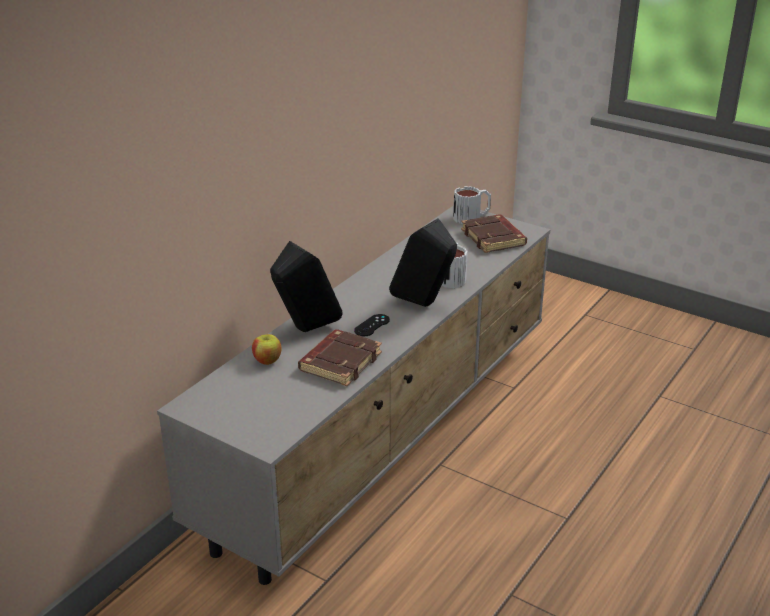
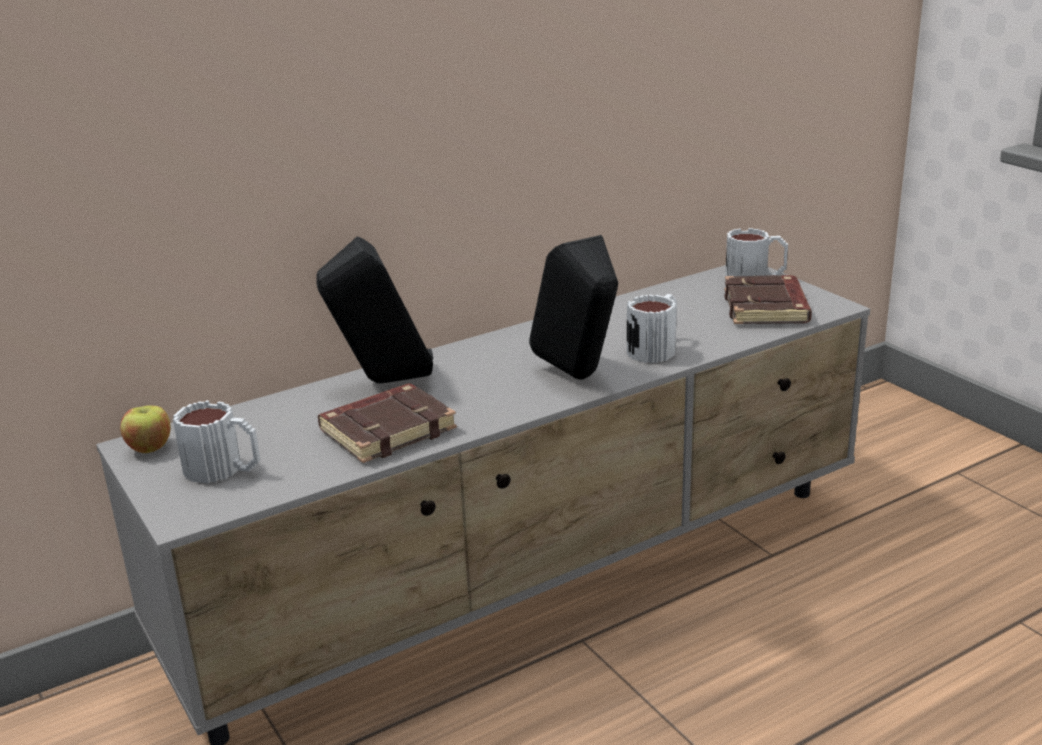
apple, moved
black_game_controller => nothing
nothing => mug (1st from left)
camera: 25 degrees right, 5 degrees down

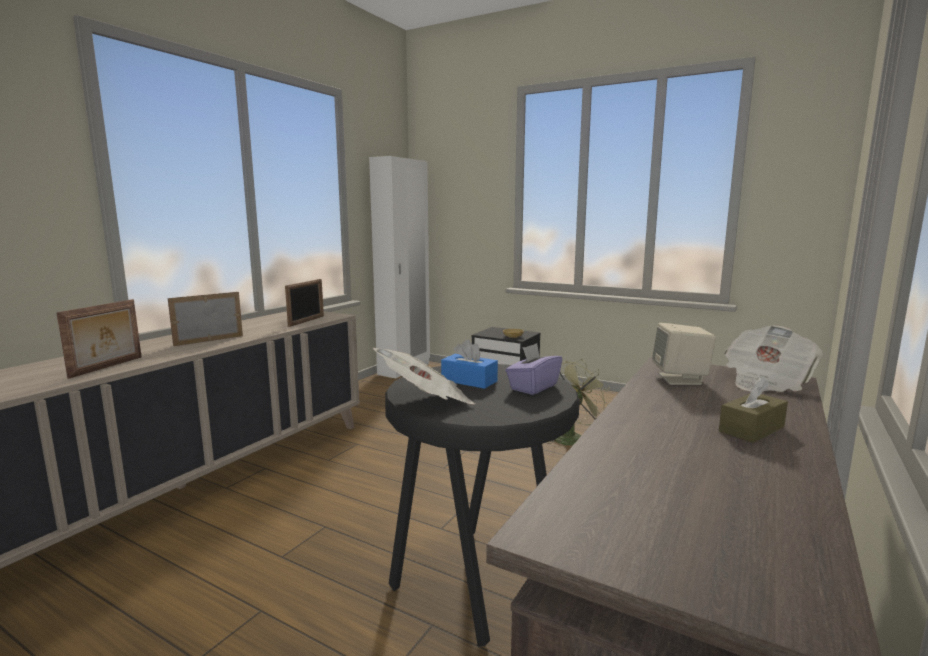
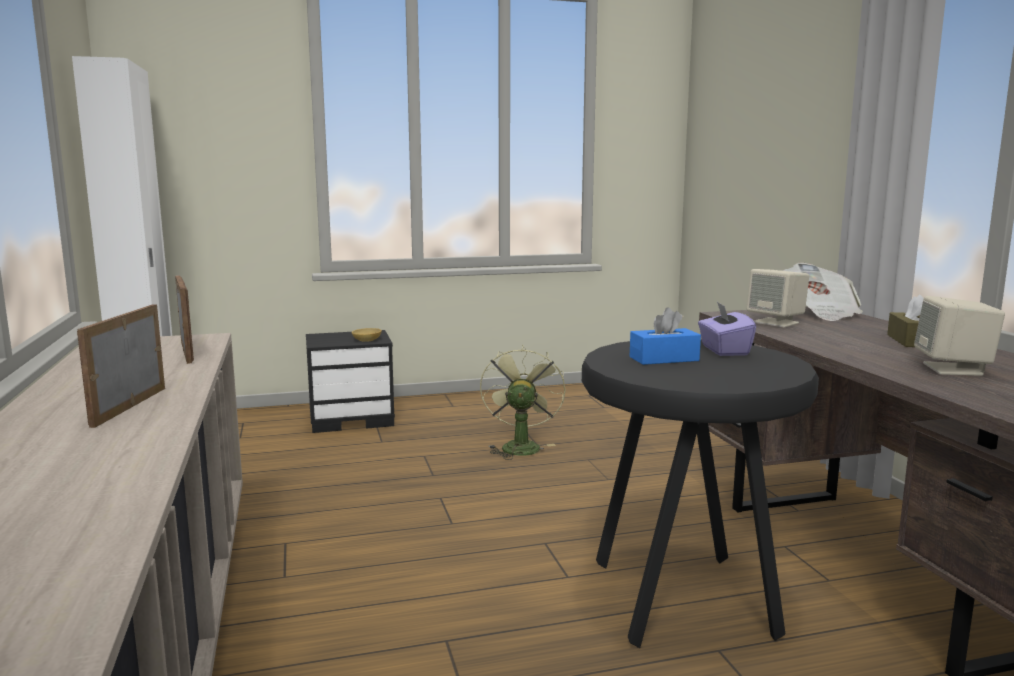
picture_frame (1st from left) => nothing
newspaper (1st from left) => nothing
nothing => beige_speaker (2nd from left)
camera: 45 degrees left, 0 degrees up

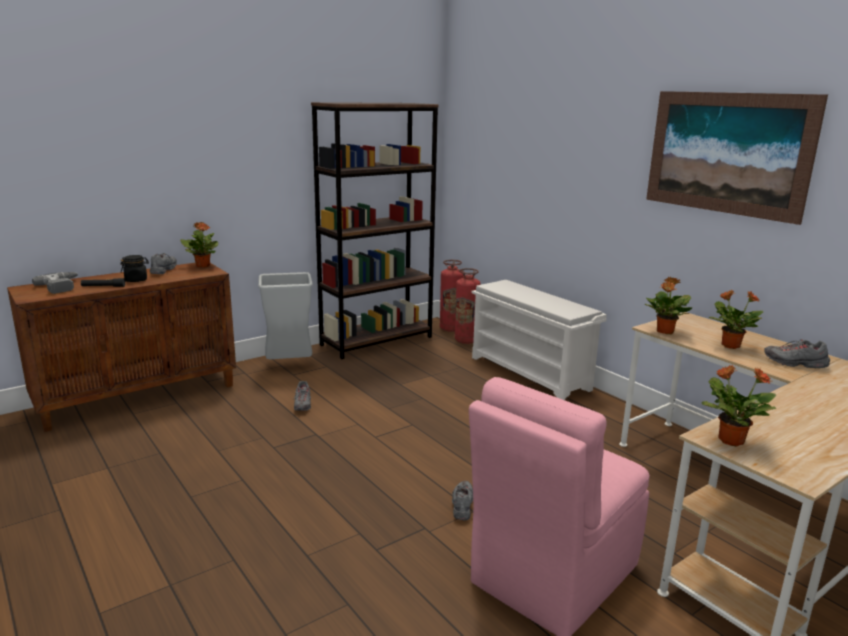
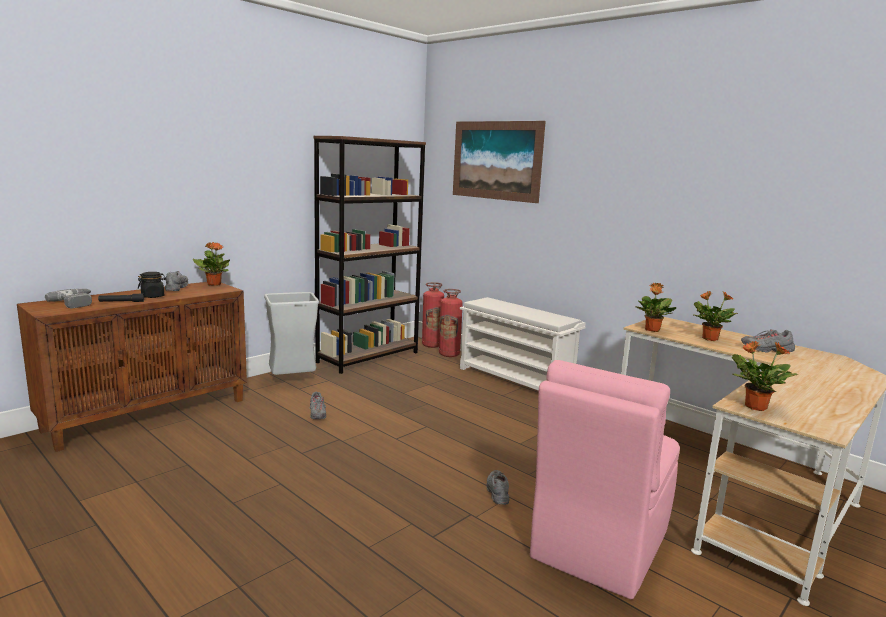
picture, moved
camera: 10 degrees left, 5 degrees down

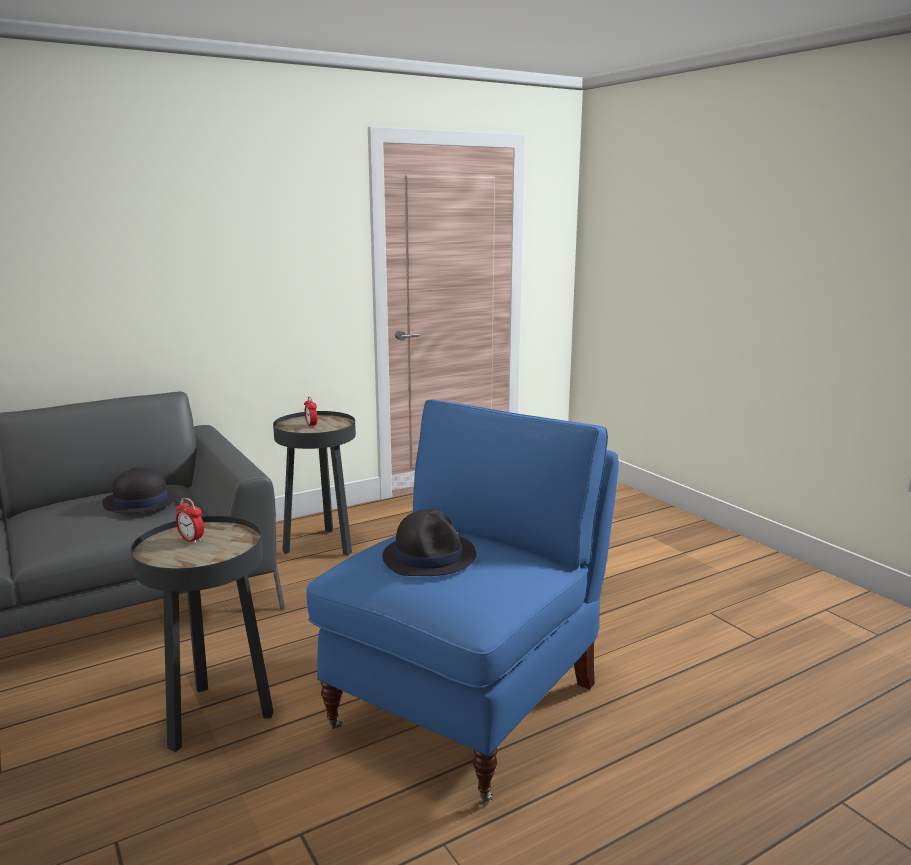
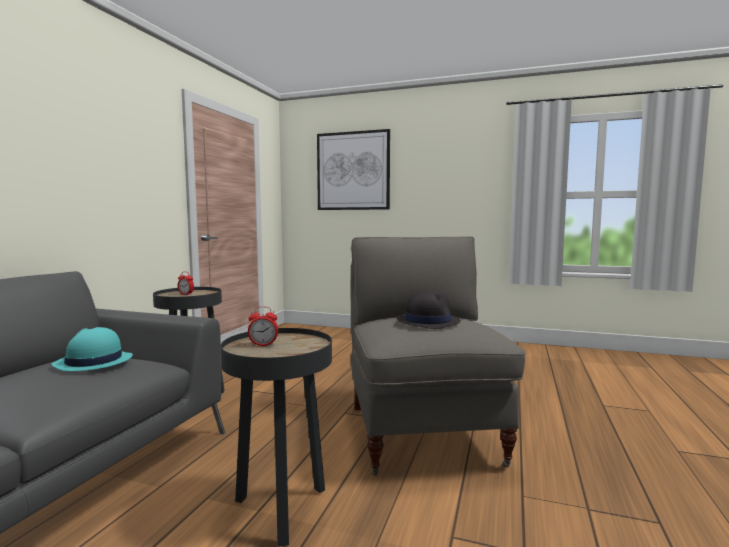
black_hat (1st from left) => turquoise_hat
blue_armchair => grey_armchair
nothing => picture
camera: 40 degrees left, 10 degrees down

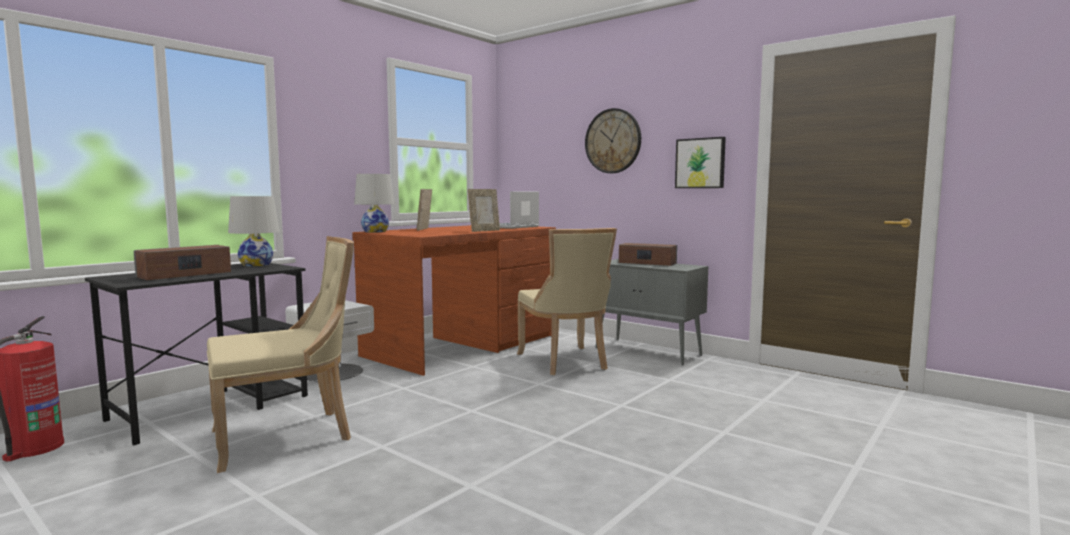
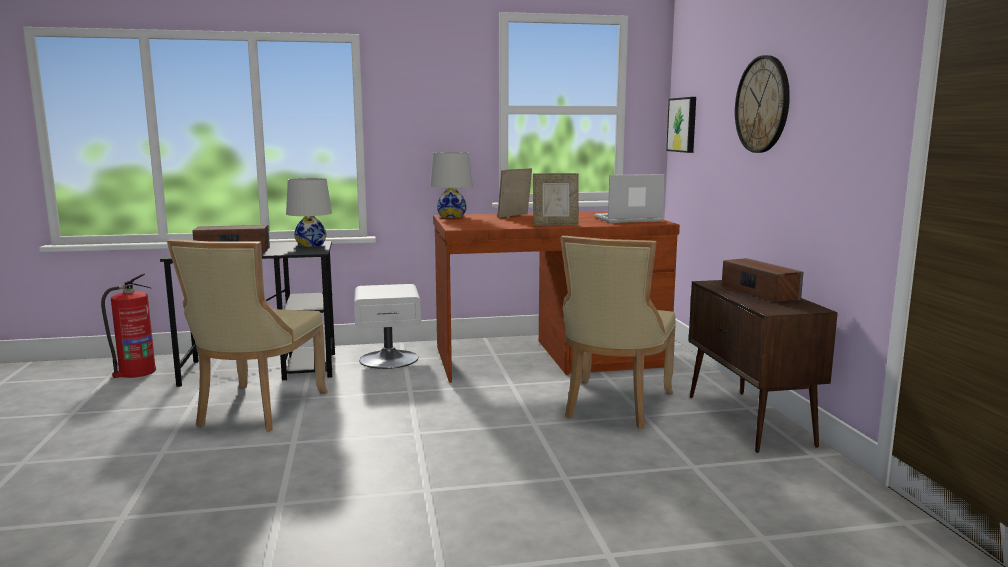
beige_chair (1st from left), 90 degrees clockwise
grey_cabinet => brown_cabinet
picture, moved
camera: 40 degrees right, 5 degrees up

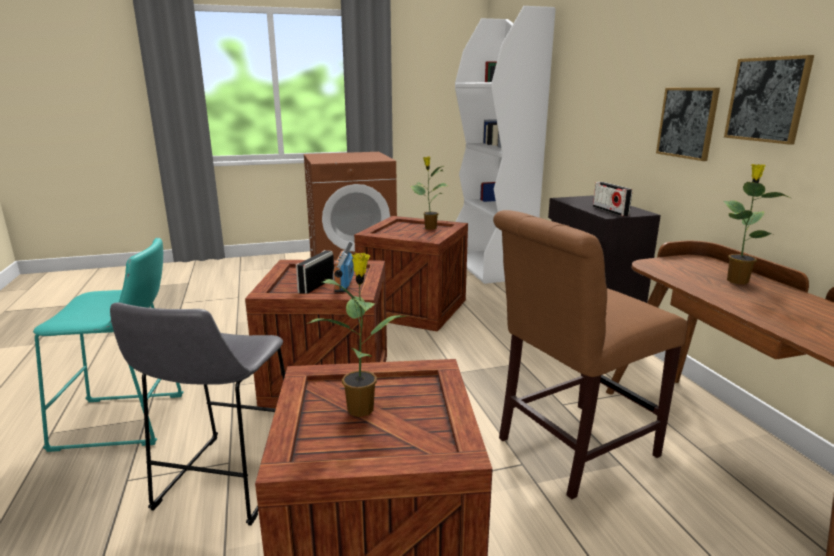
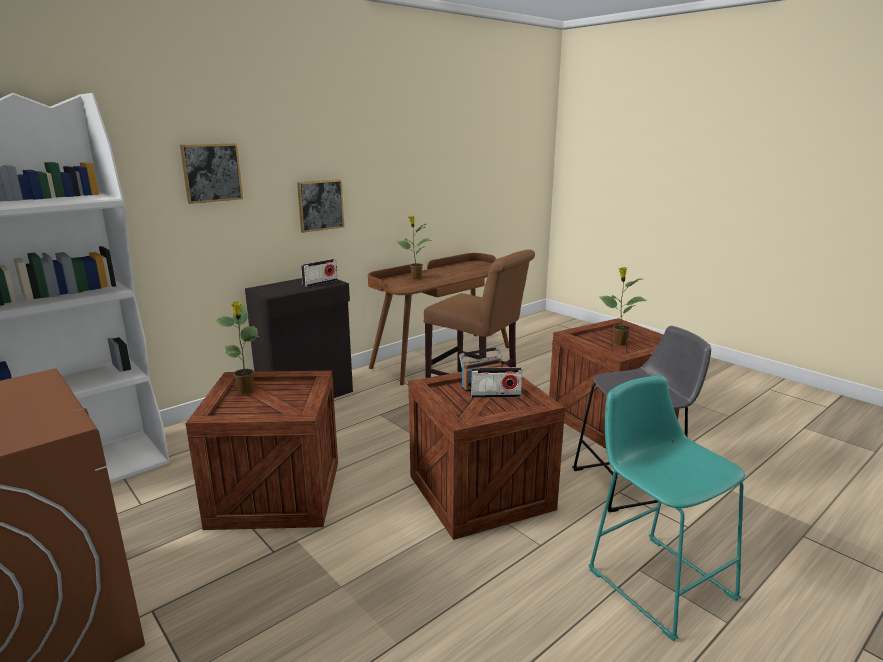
picture (2nd from left in the first image) => picture (1st from left), moved
camera: 115 degrees left, 0 degrees up

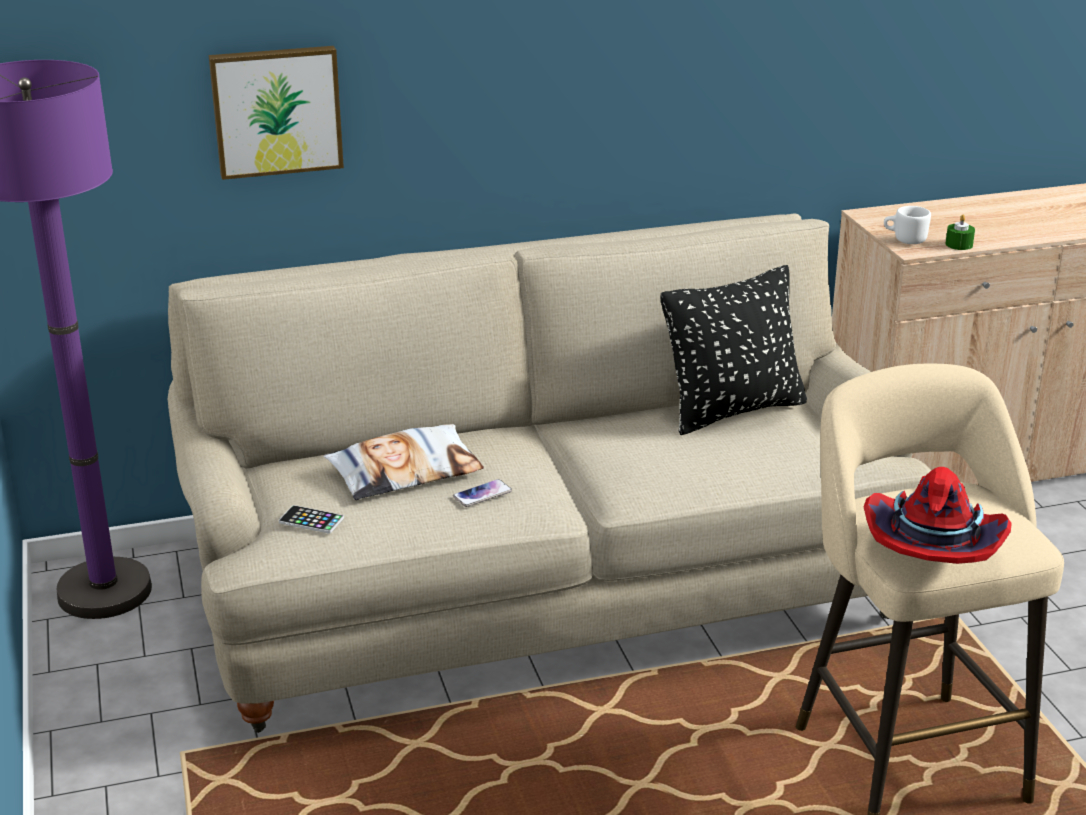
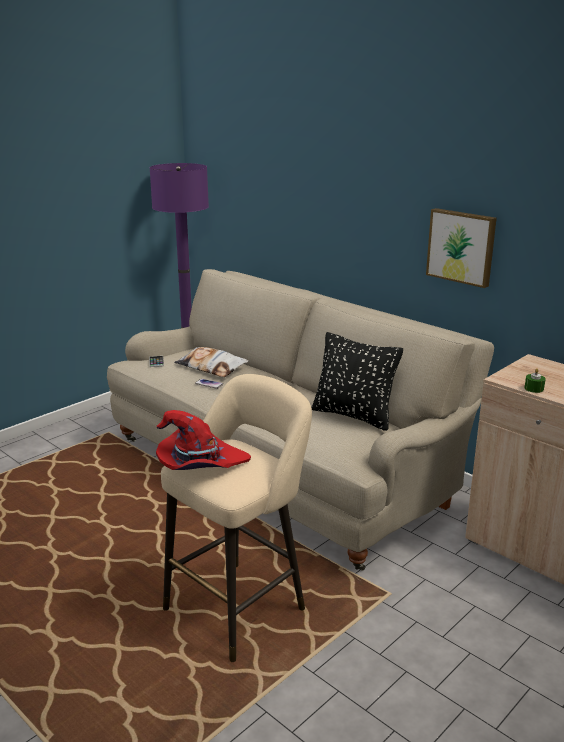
picture, moved
white_mug => nothing
camera: 60 degrees right, 5 degrees down

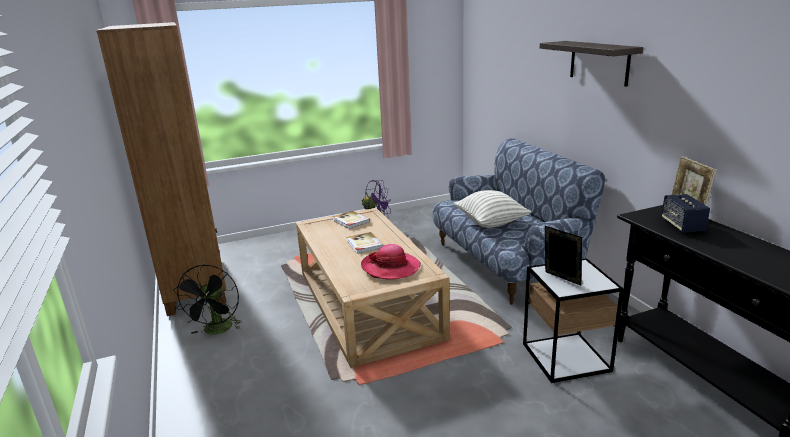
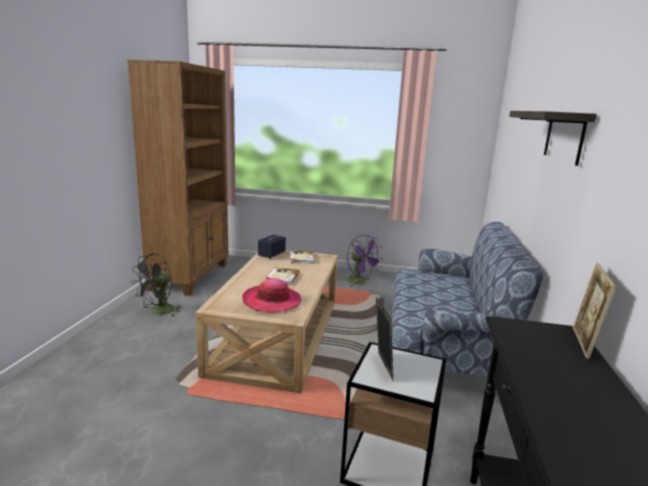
pillow => nothing
speaker, moved
camera: 30 degrees right, 5 degrees down

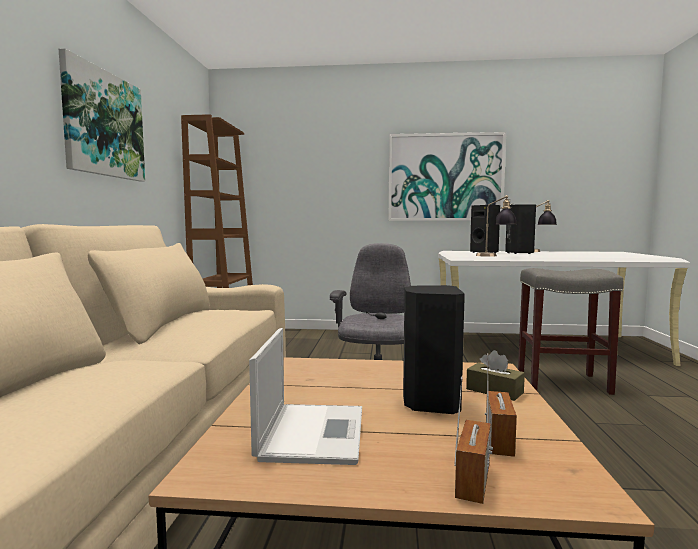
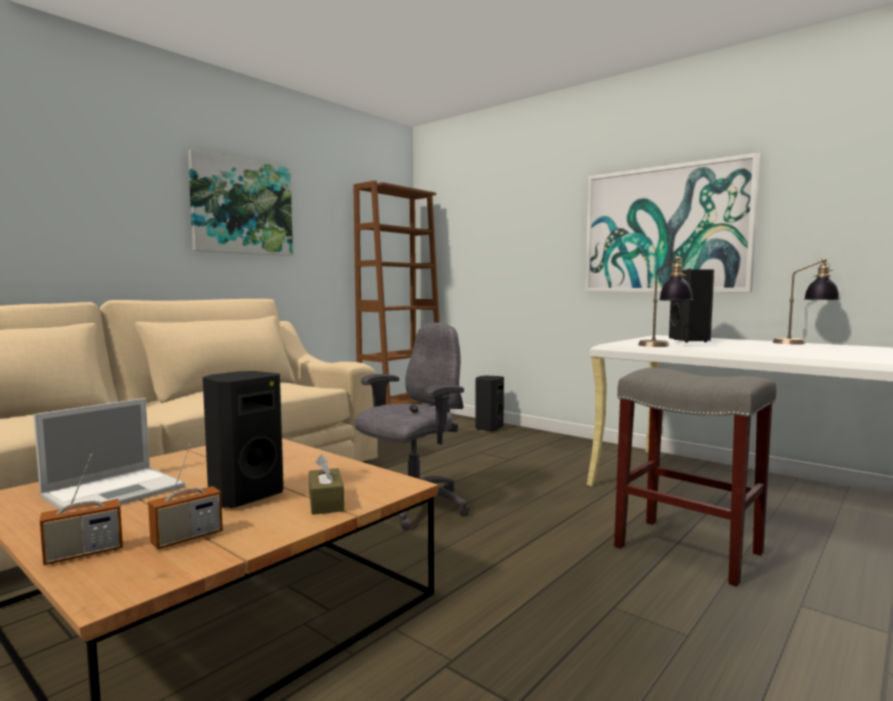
black_speaker (3rd from left in the first image) => black_speaker (2nd from left), moved
camera: 35 degrees right, 0 degrees up

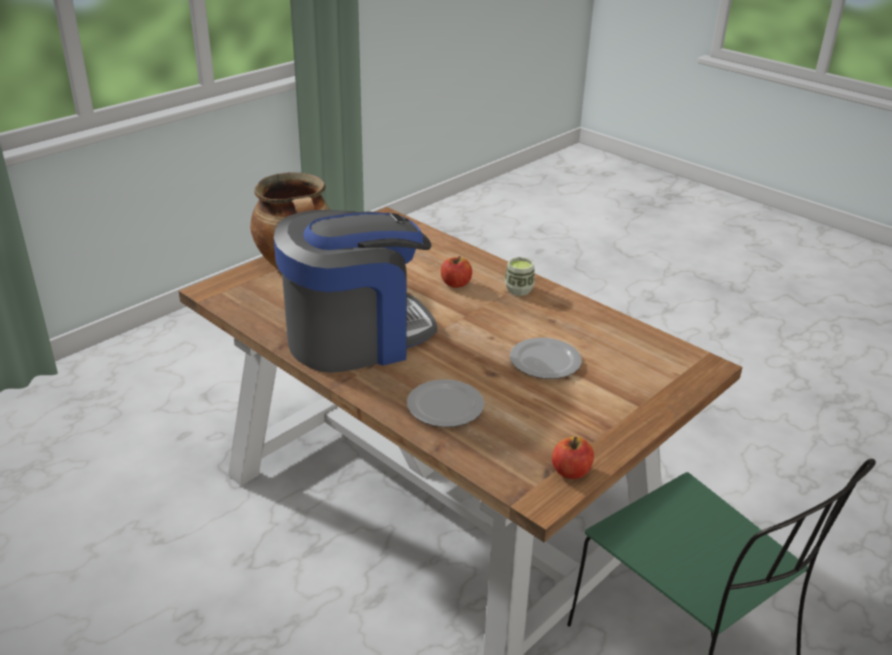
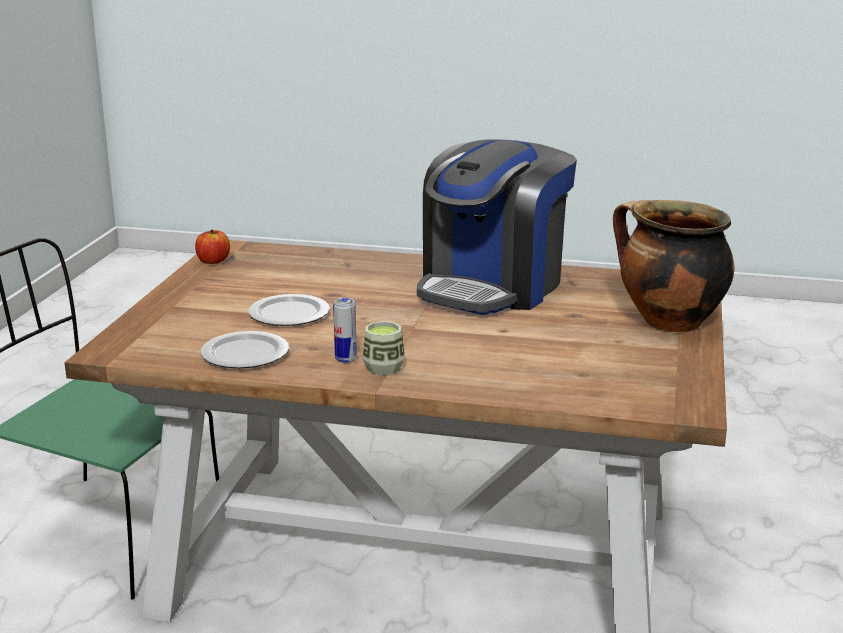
plate (1st from left), moved
apple (1st from left) => nothing
nothing => can
camera: 150 degrees right, 10 degrees down

